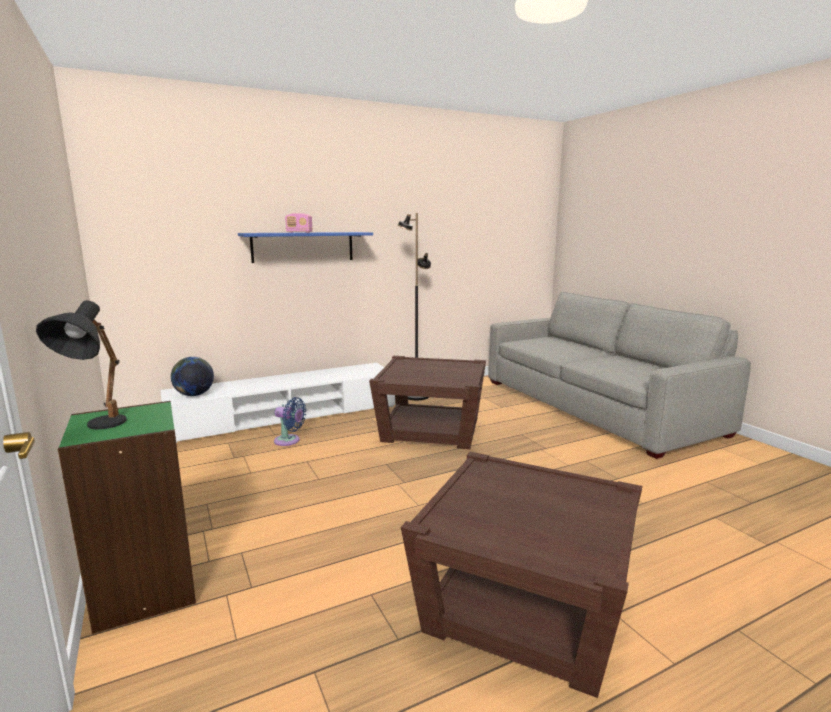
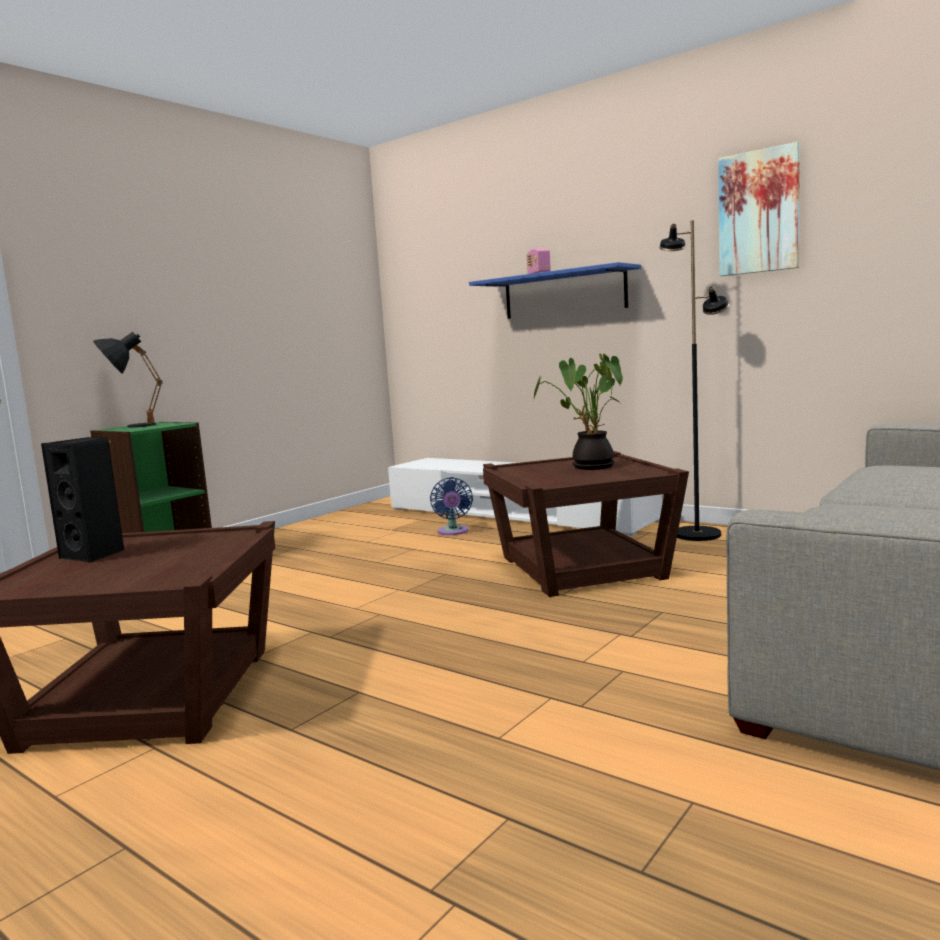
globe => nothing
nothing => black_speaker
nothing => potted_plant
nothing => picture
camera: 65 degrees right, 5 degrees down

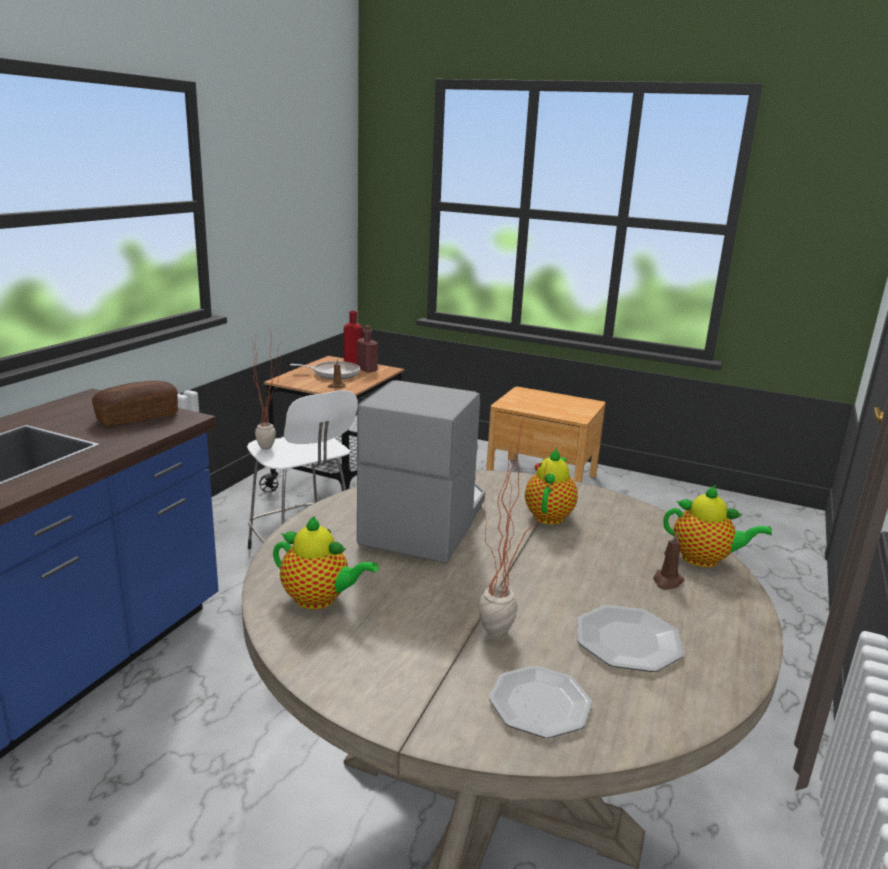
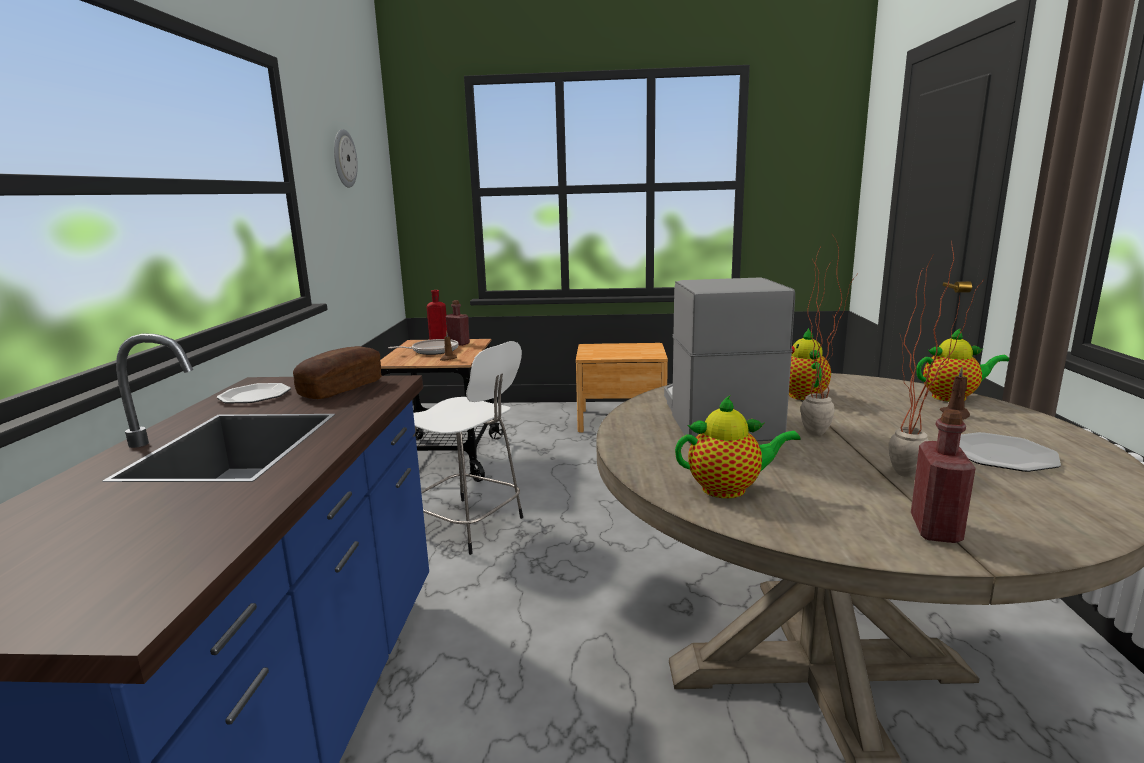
potted_plant (1st from left), moved
plate (1st from left), moved
nothing => wall_clock
nothing => red_bottle (3rd from left)
camera: 20 degrees left, 5 degrees down

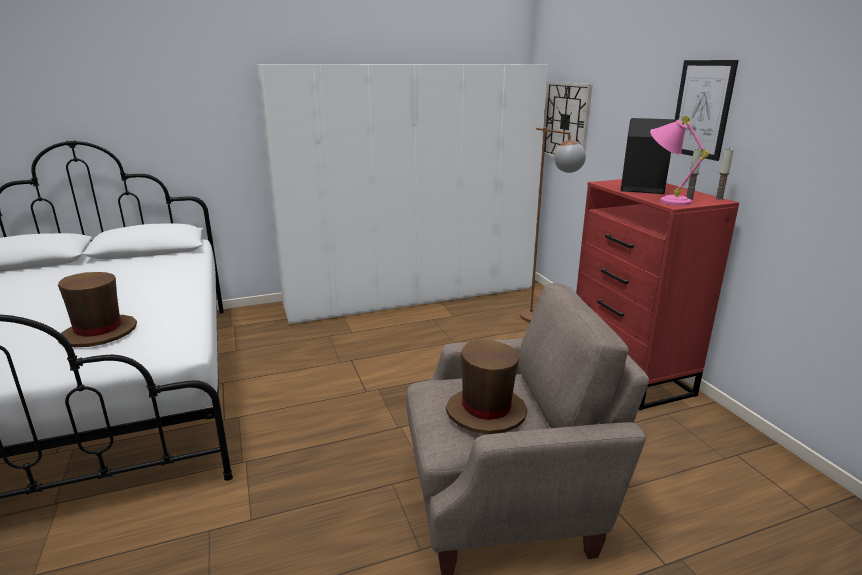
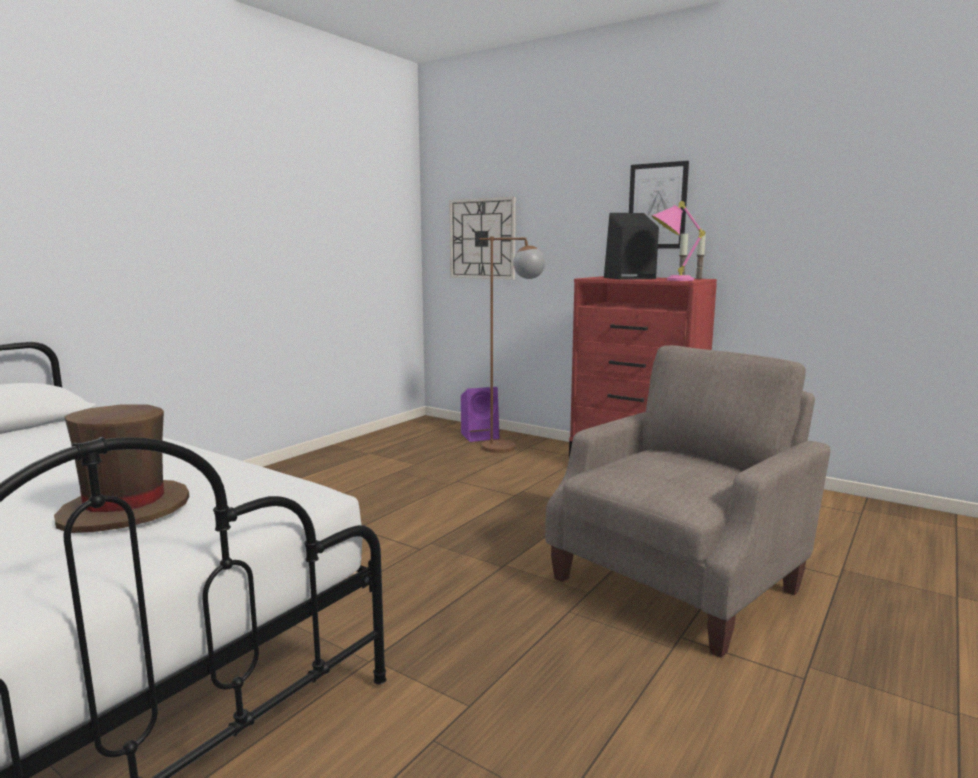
white_wardrobe => nothing
brown_hat (2nd from left) => nothing
nothing => purple_speaker
camera: 35 degrees left, 10 degrees down

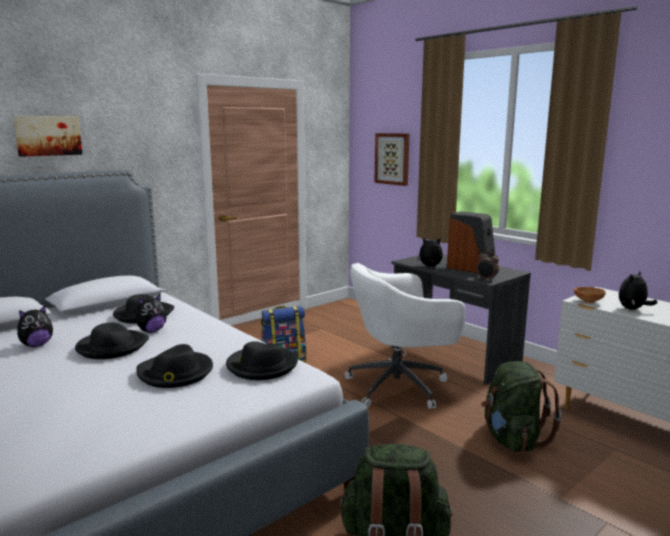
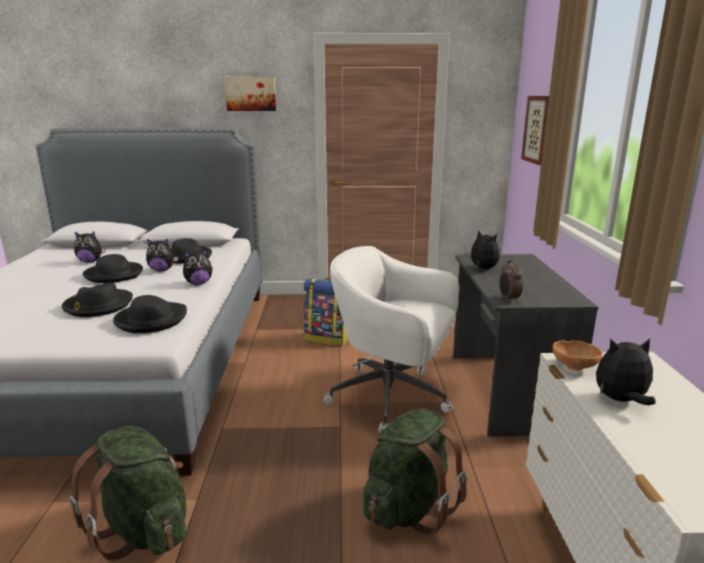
picture (1st from left), moved
speaker => nothing
nothing => plush_toy (3rd from left)
camera: 40 degrees right, 5 degrees up

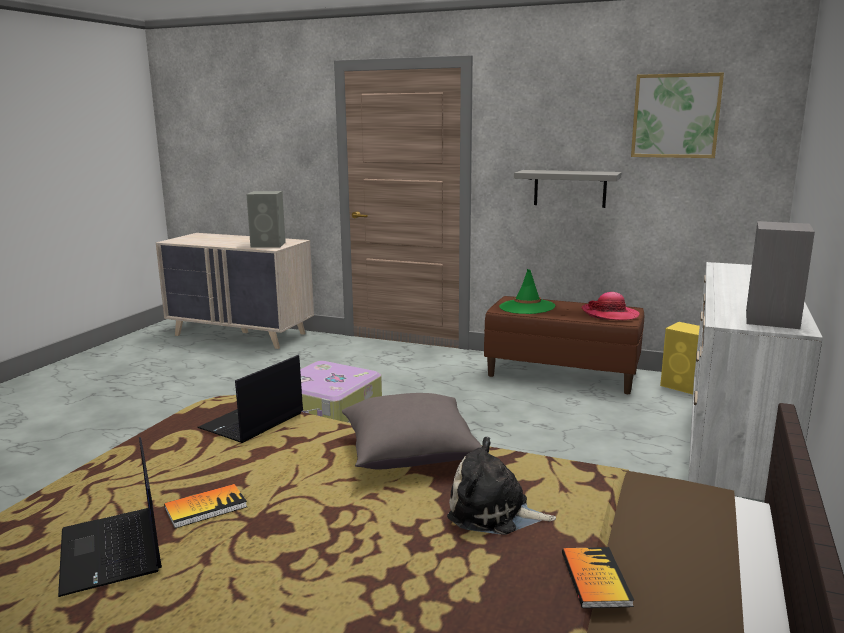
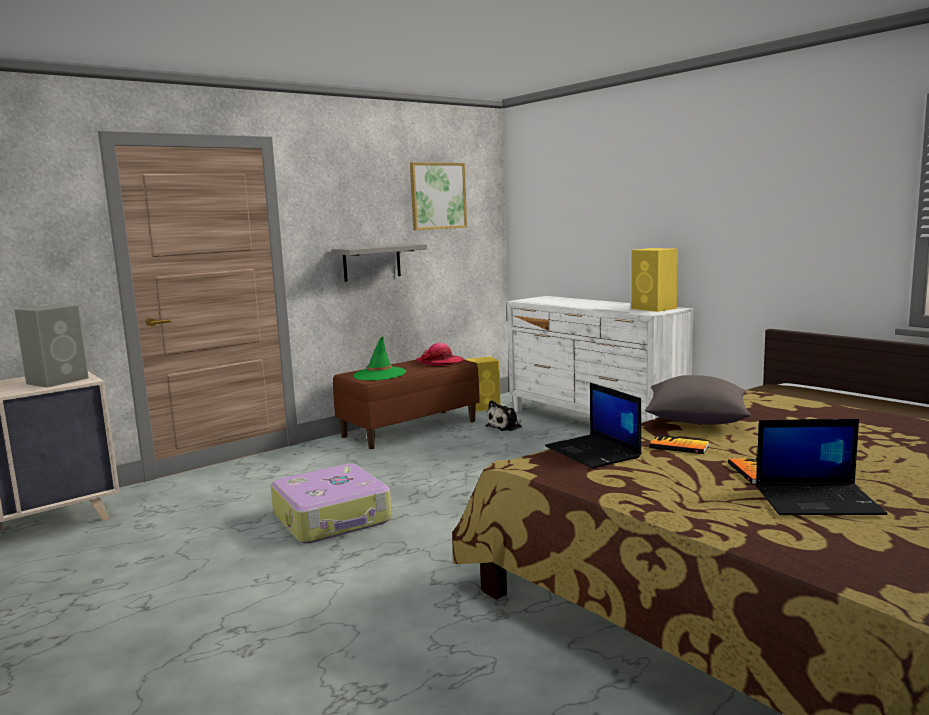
plush_toy, moved
book (2nd from left in the first image) => book (1st from left), moved
grey_speaker (2nd from left) => yellow_speaker (2nd from left)
camera: 60 degrees left, 5 degrees down

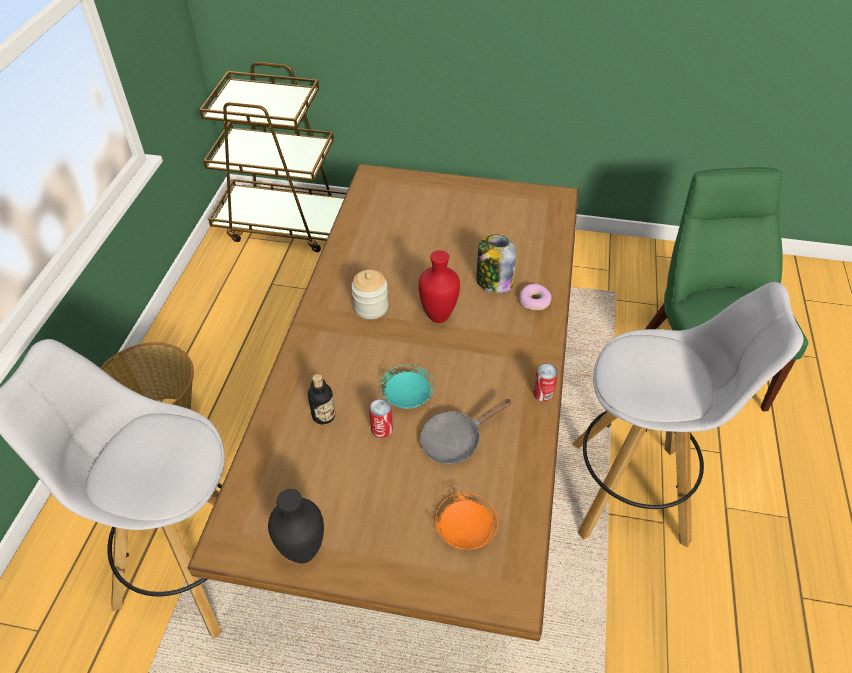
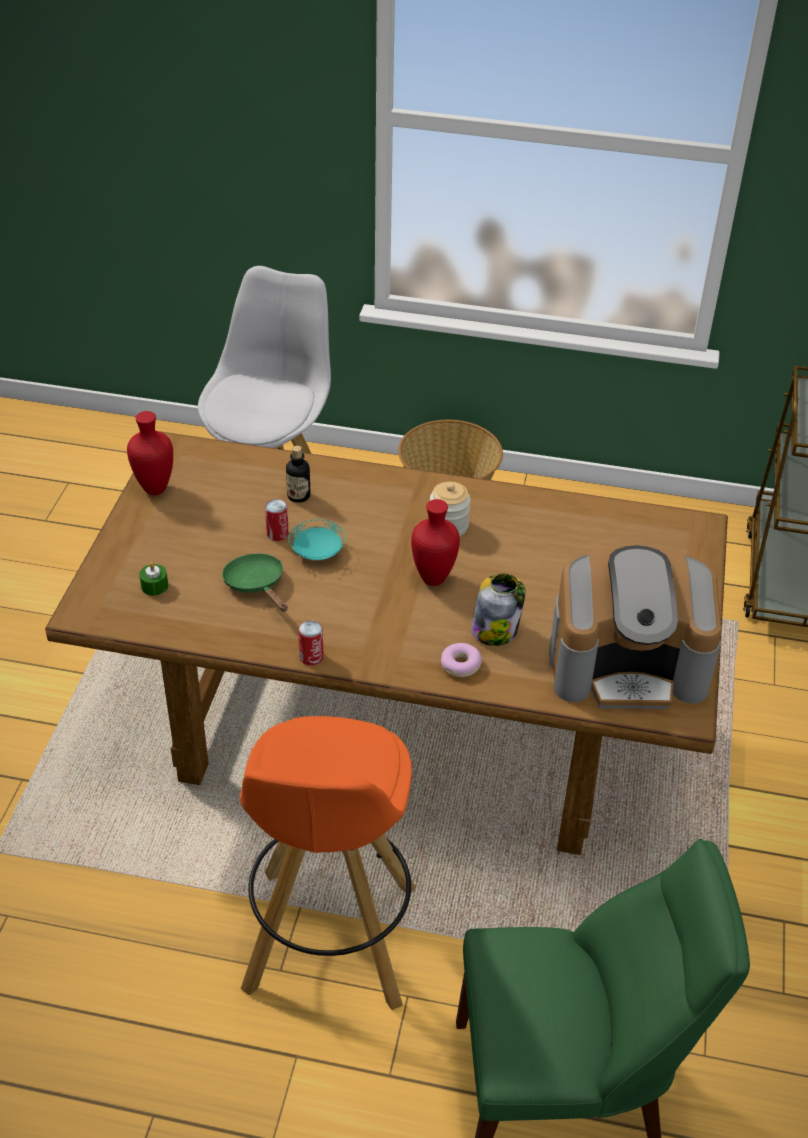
black_vase => red_vase (1st from left)
grey_frying_pan => green_frying_pan
orange_plate => green_candle
white_stool (2nd from left) => orange_stool
nothing => coffee_machine
camera: 90 degrees right, 5 degrees down

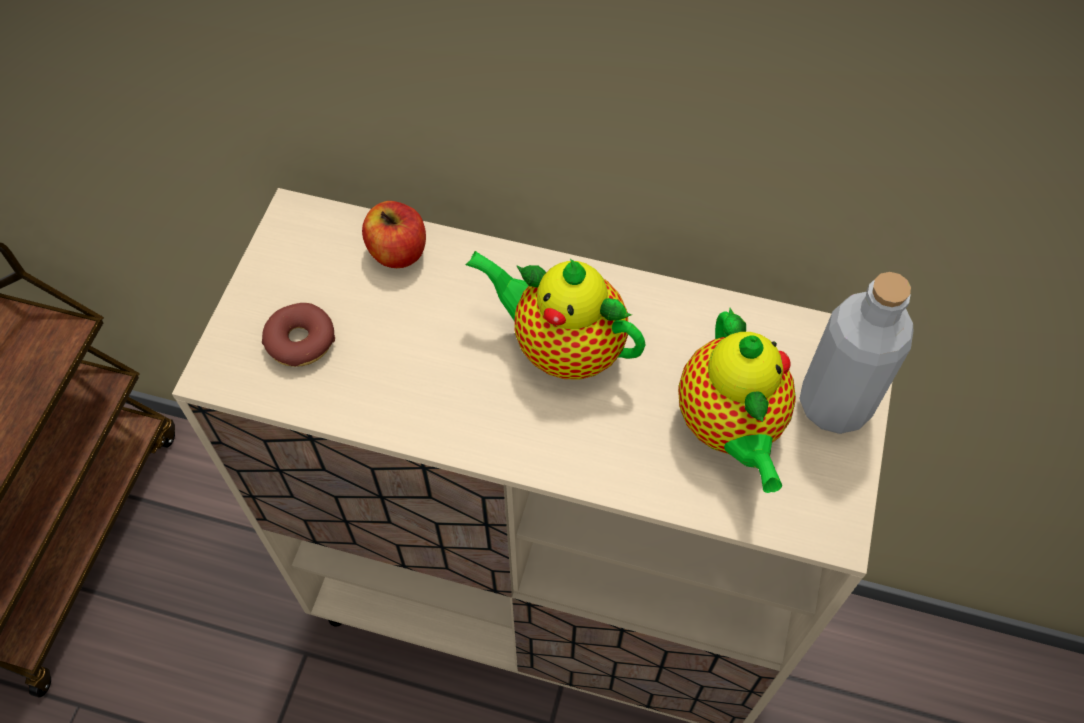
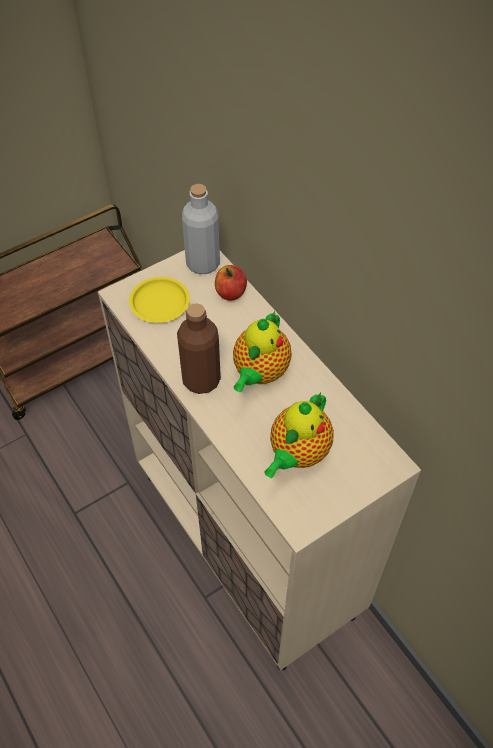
donut => yellow_plate
teapot (1st from left), 135 degrees counterclockwise
grey_bottle, moved
nothing => brown_bottle
camera: 40 degrees right, 5 degrees down

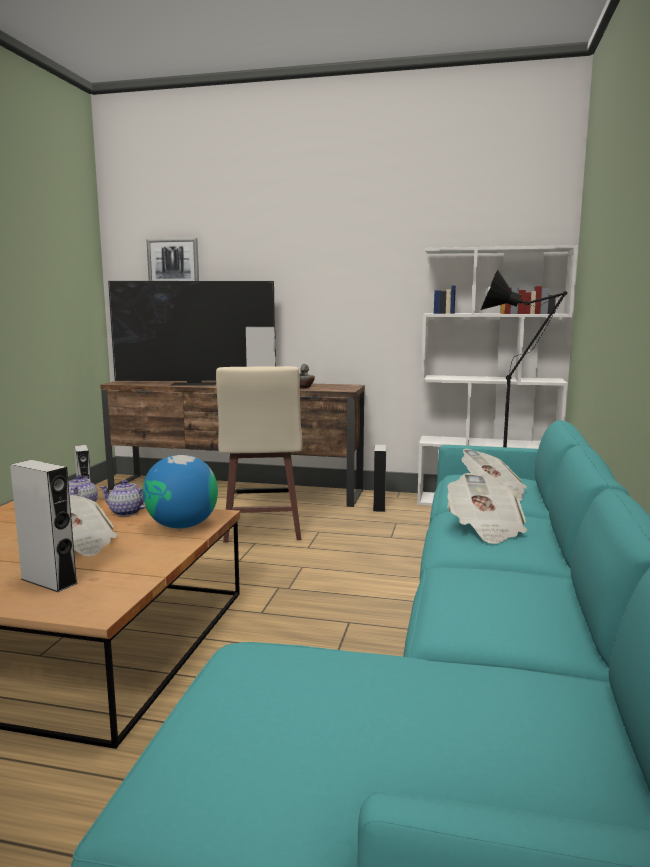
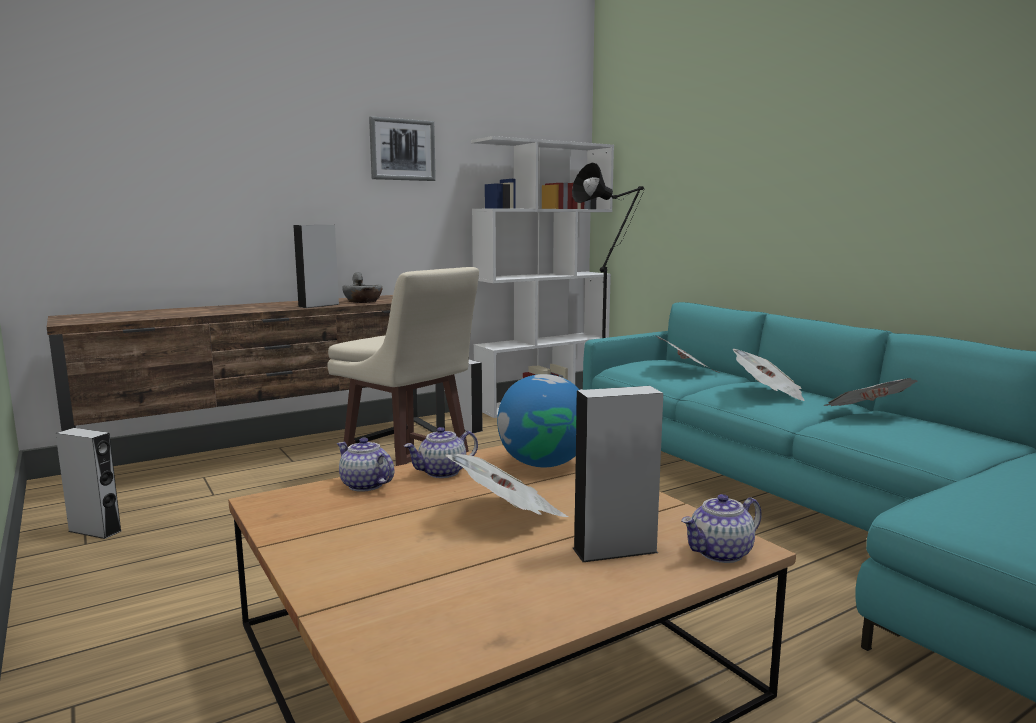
television => nothing
picture, moved
nothing => teapot (3rd from left)
nothing => newspaper (4th from left)
camera: 45 degrees left, 0 degrees up

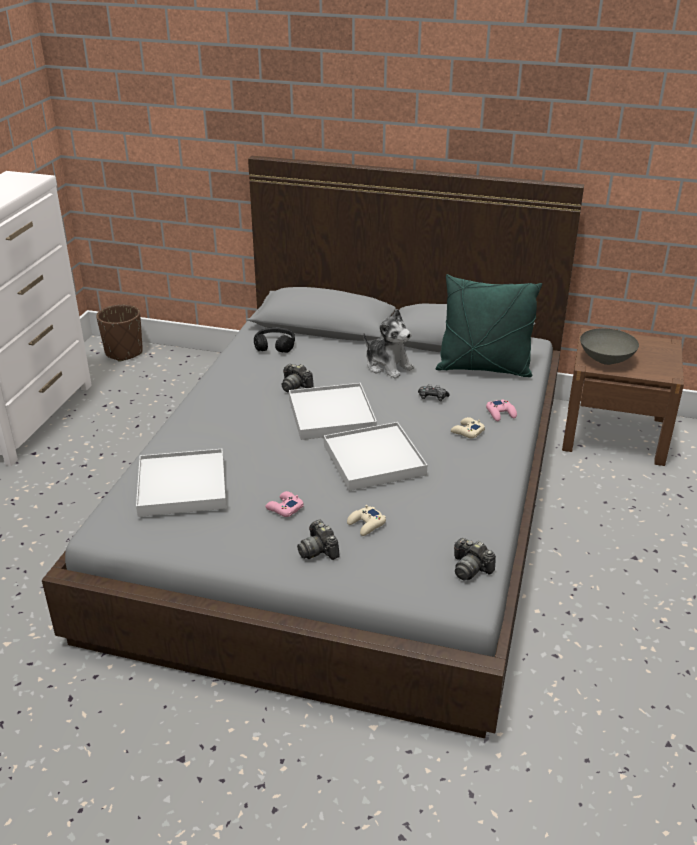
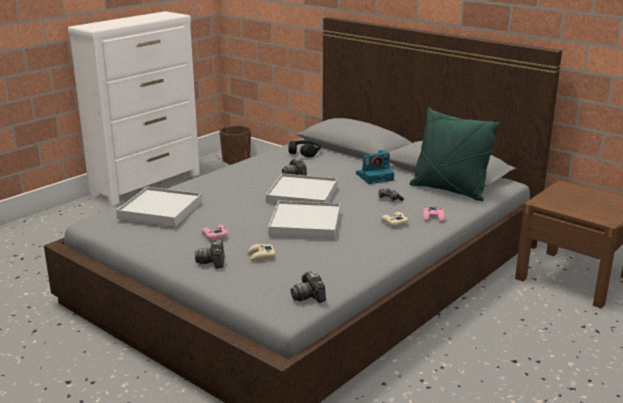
plush_toy => photo_camera (4th from left)
grey_bowl => nothing
camera: 25 degrees right, 10 degrees down

